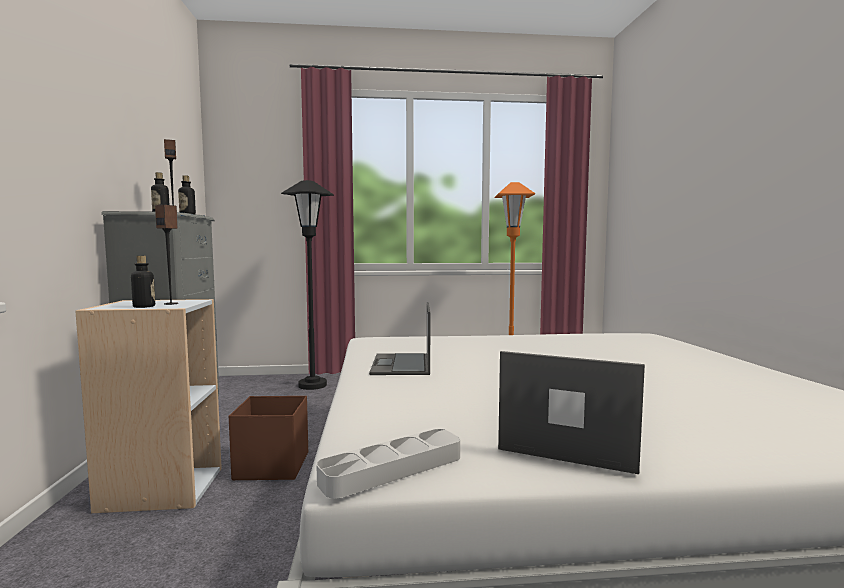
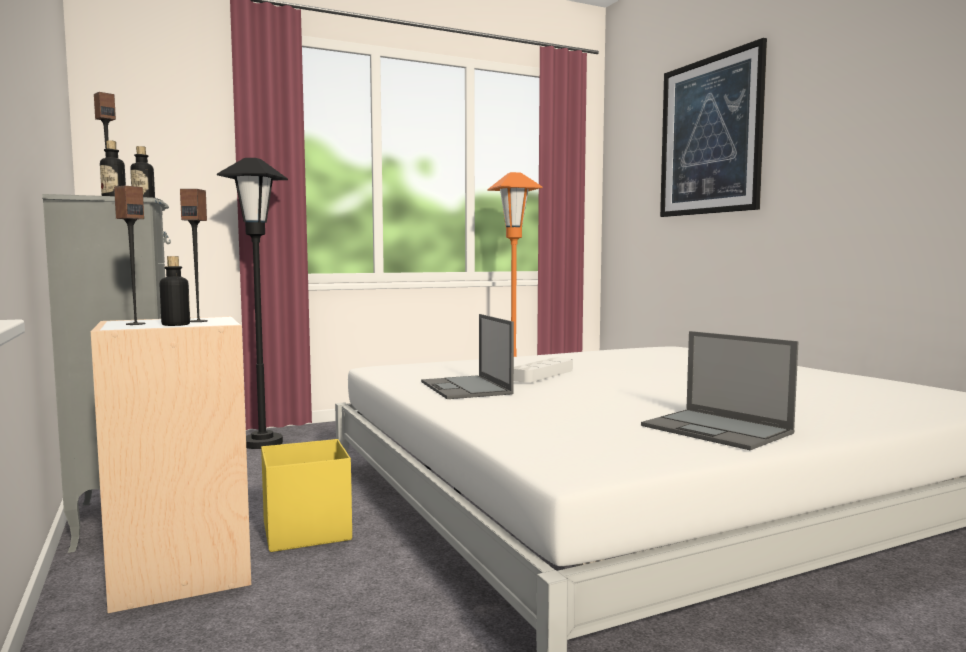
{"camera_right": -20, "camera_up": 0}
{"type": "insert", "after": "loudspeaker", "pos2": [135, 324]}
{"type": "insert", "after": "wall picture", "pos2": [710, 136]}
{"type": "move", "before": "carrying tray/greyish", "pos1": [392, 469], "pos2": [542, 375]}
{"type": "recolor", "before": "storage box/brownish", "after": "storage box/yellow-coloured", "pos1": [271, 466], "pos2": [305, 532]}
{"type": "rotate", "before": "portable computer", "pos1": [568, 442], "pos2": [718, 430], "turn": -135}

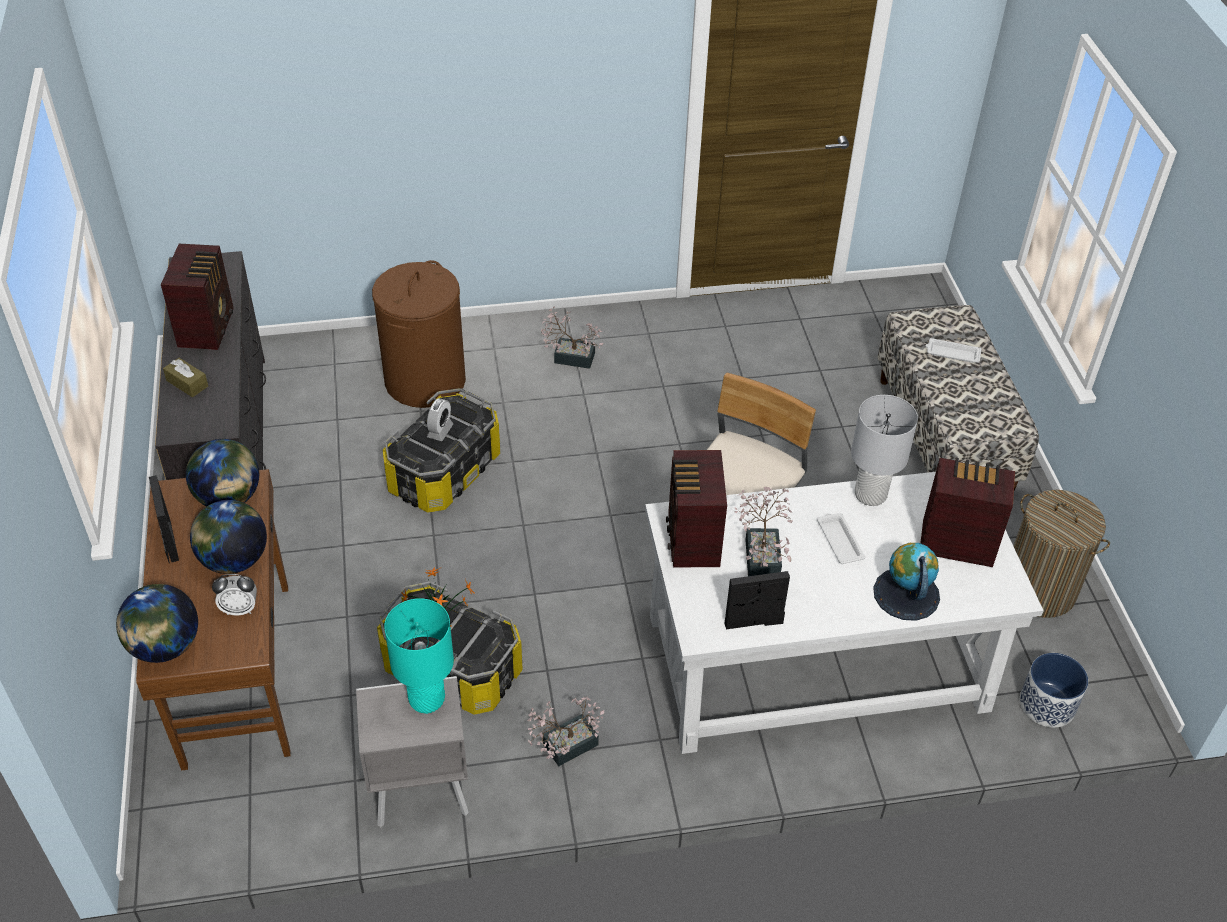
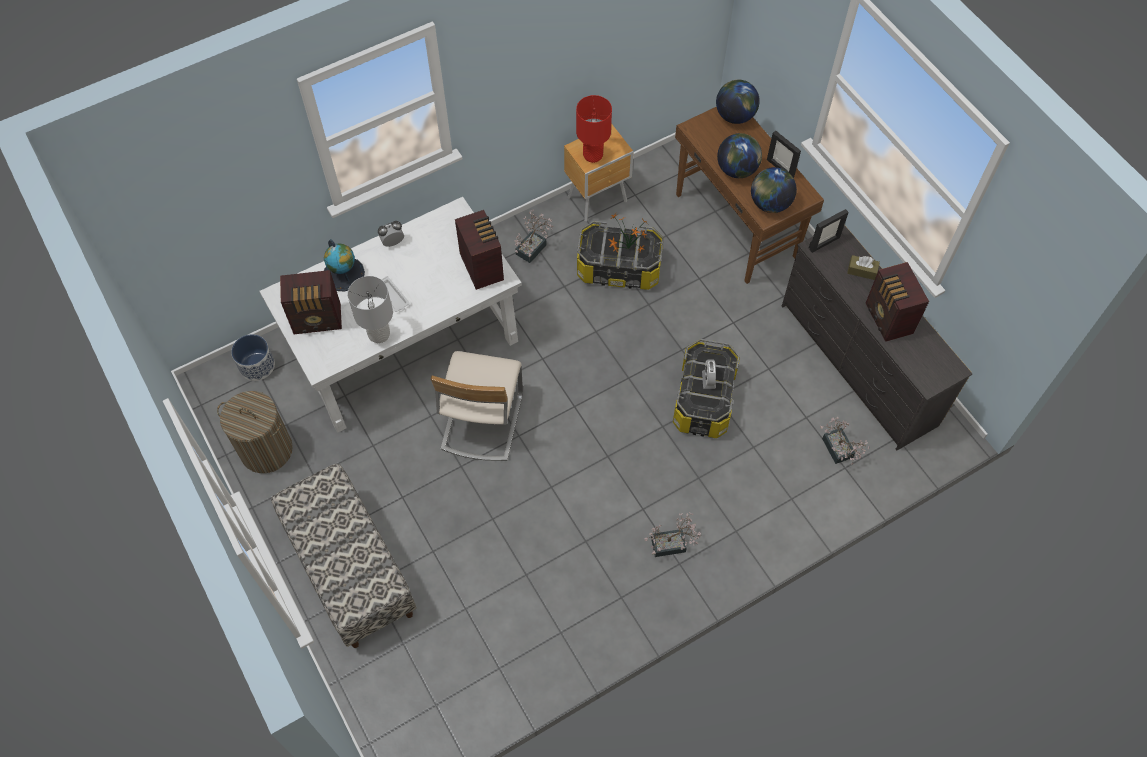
{"camera_right": 160, "camera_up": 15}
{"type": "delete", "before": "hamper/brownish", "pos1": [425, 380]}
{"type": "delete", "before": "carrying tray/whitish", "pos1": [952, 353]}
{"type": "move", "before": "bedside clock", "pos1": [239, 609], "pos2": [393, 242]}
{"type": "move", "before": "picture frame", "pos1": [753, 623], "pos2": [824, 243]}
{"type": "move", "before": "plant in a pot", "pos1": [762, 553], "pos2": [839, 451]}
{"type": "recolor", "before": "night table/greyish", "after": "night table/brownish", "pos1": [418, 792], "pos2": [598, 200]}
{"type": "recolor", "before": "lamp for a table/blue-green", "after": "lamp for a table/red-coloured", "pos1": [427, 701], "pos2": [593, 157]}

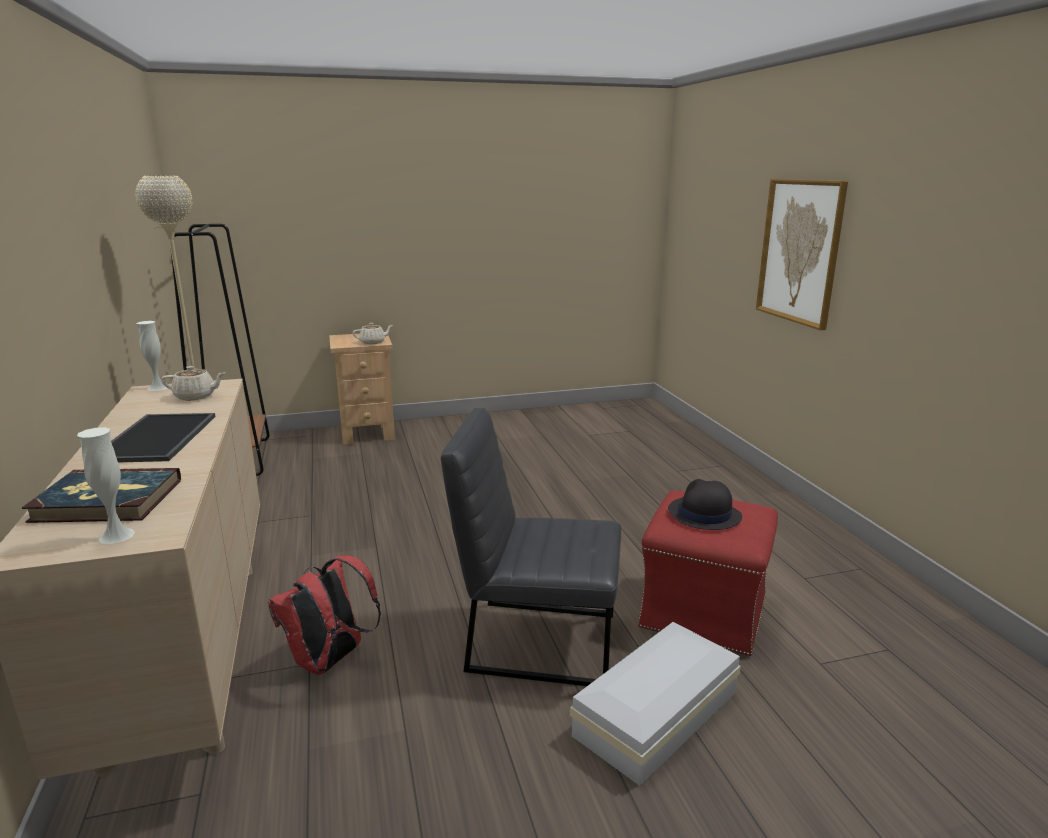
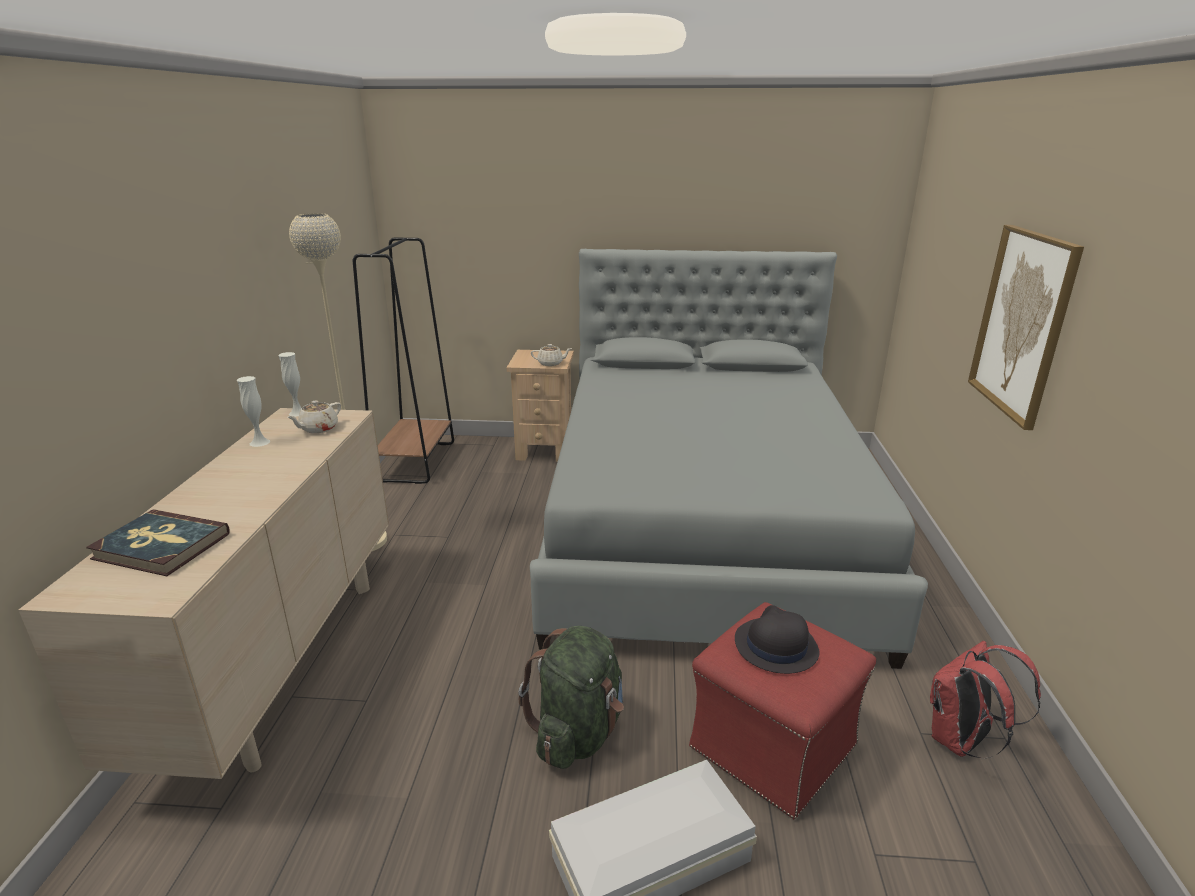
{"camera_right": 20, "camera_up": 5}
{"type": "delete", "before": "carrying tray", "pos1": [158, 438]}
{"type": "insert", "after": "bed/greyish", "pos2": [703, 525]}
{"type": "move", "before": "decorative vase/whitish", "pos1": [116, 535], "pos2": [259, 442]}
{"type": "move", "before": "knapsack/red-coloured", "pos1": [330, 661], "pos2": [961, 741]}
{"type": "replace", "before": "plain chair/greyish", "after": "knapsack/greenish", "pos1": [537, 640], "pos2": [578, 733]}
{"type": "rotate", "before": "pot for tea/beige", "pos1": [196, 396], "pos2": [318, 429], "turn": 105}

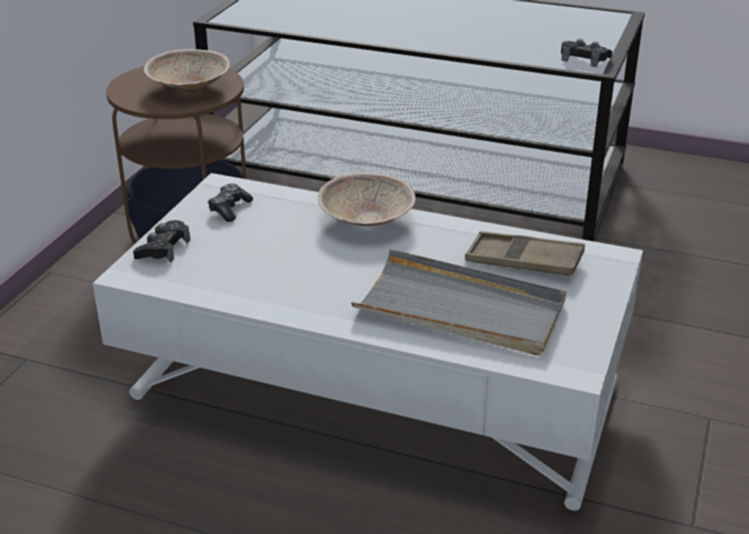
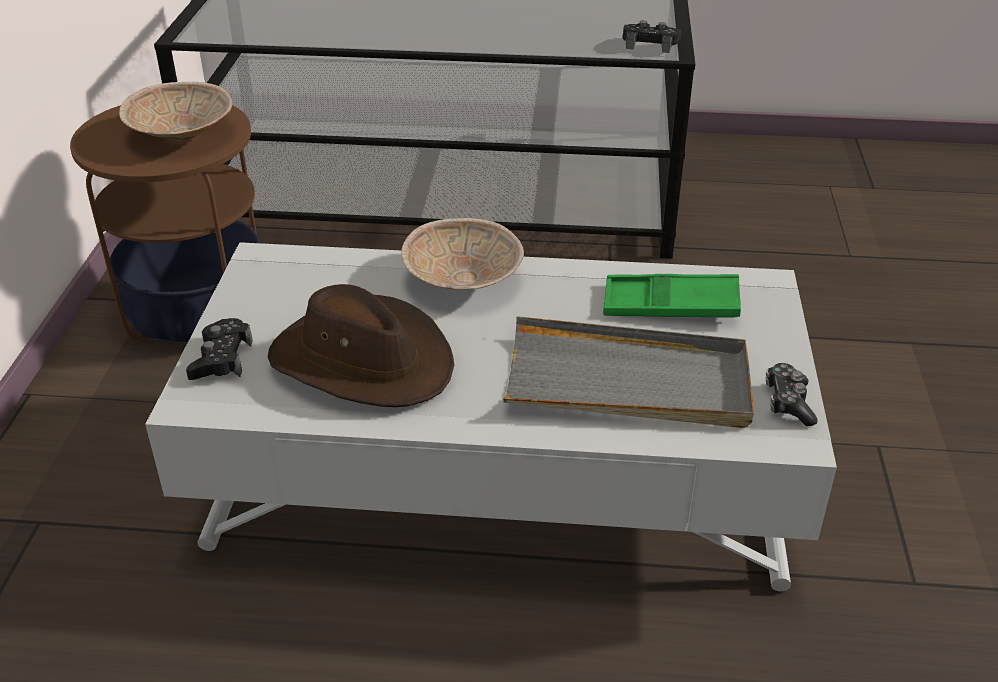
{"camera_right": -15, "camera_up": 5}
{"type": "insert", "after": "hat/brownish", "pos2": [363, 360]}
{"type": "move", "before": "game controller", "pos1": [229, 209], "pos2": [788, 402]}
{"type": "recolor", "before": "carrying tray/brownish", "after": "carrying tray/greenish", "pos1": [524, 261], "pos2": [670, 305]}

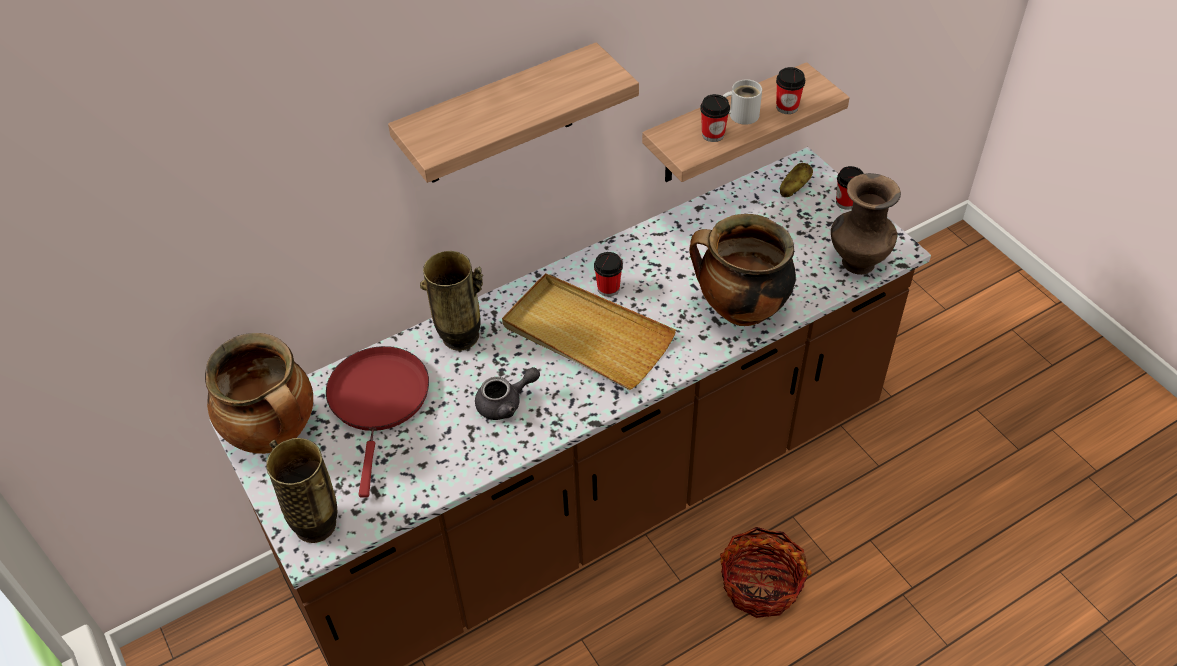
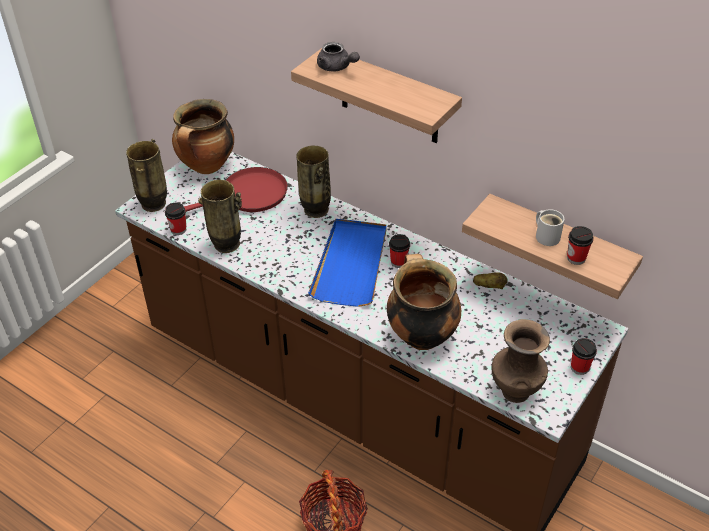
{"camera_right": 65, "camera_up": -5}
{"type": "insert", "after": "decorative vase", "pos2": [226, 245]}
{"type": "move", "before": "pot for tea/greyish", "pos1": [505, 403], "pos2": [336, 67]}
{"type": "move", "before": "small cup", "pos1": [713, 134], "pos2": [178, 229]}
{"type": "move", "before": "whole potato", "pos1": [793, 188], "pos2": [489, 286]}
{"type": "recolor", "before": "carrying tray/beige", "after": "carrying tray/bluish", "pos1": [586, 335], "pos2": [351, 264]}

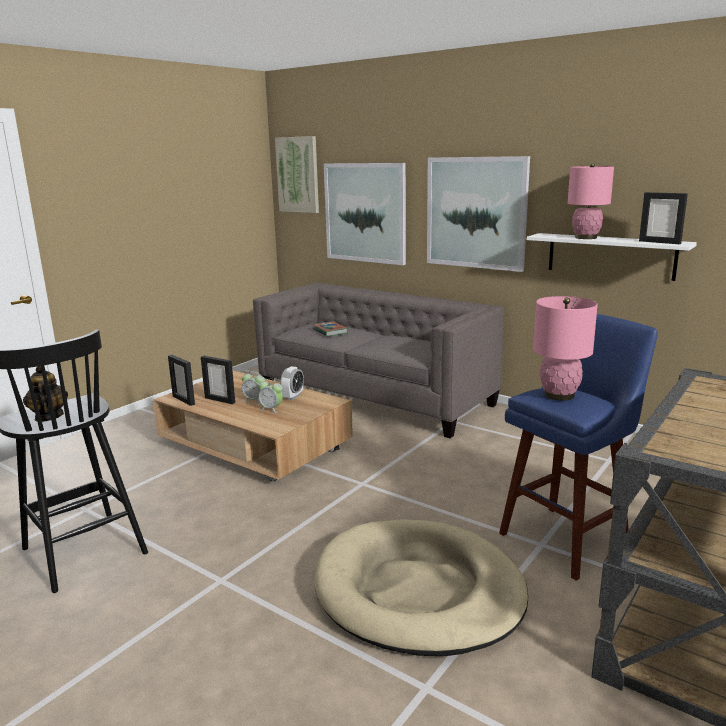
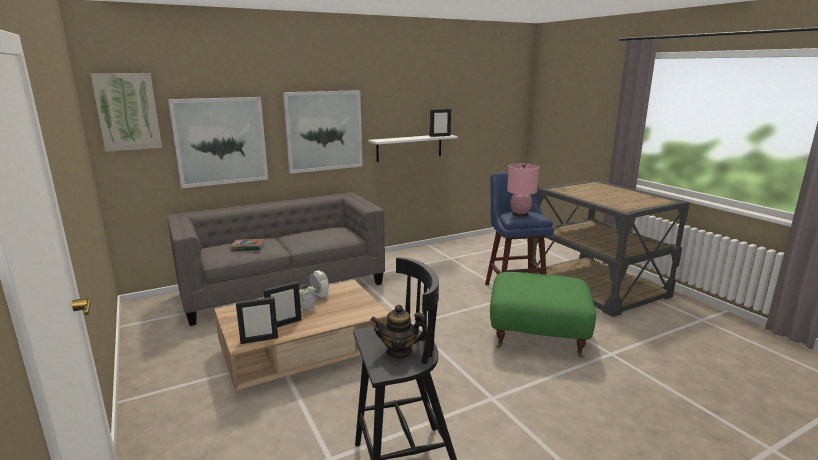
{"camera_right": -65, "camera_up": 0}
{"type": "delete", "before": "bedside clock", "pos1": [271, 409]}
{"type": "delete", "before": "lamp for a table/pink", "pos1": [586, 237]}
{"type": "replace", "before": "dog cushion/beige", "after": "pouffe/greenish", "pos1": [418, 591], "pos2": [538, 336]}

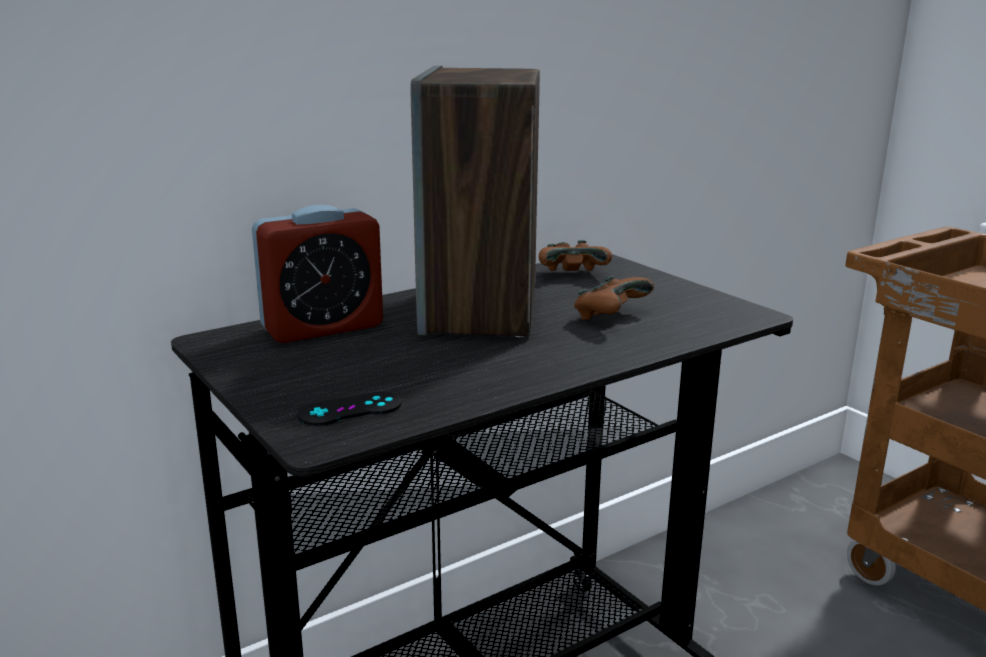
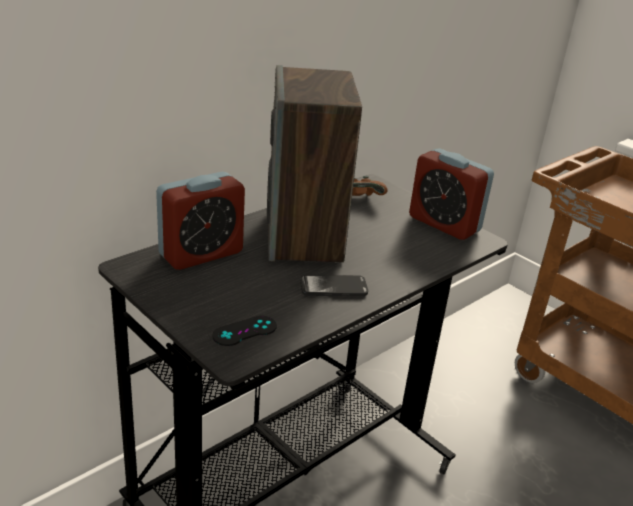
{"camera_right": -10, "camera_up": 10}
{"type": "delete", "before": "game controller/brownish", "pos1": [610, 317]}
{"type": "insert", "after": "telephone", "pos2": [333, 287]}
{"type": "insert", "after": "bedside clock", "pos2": [444, 224]}

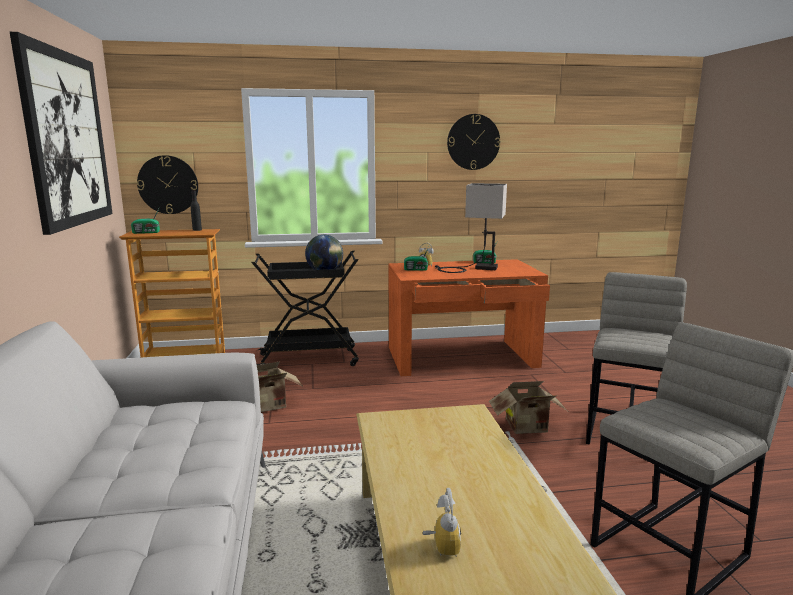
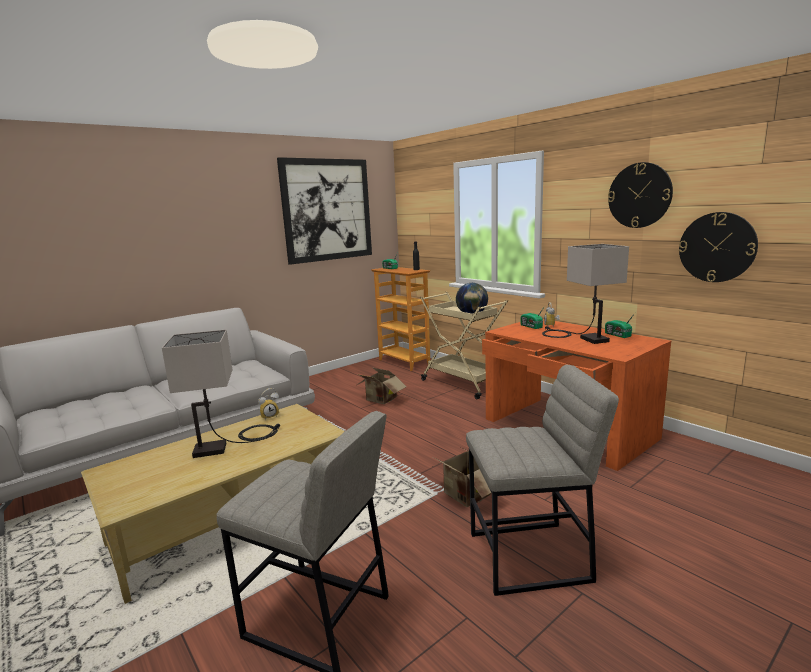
{"camera_right": 60, "camera_up": 0}
{"type": "insert", "after": "lamp for a table", "pos2": [232, 443]}
{"type": "move", "before": "hanging clock", "pos1": [168, 184], "pos2": [717, 247]}
{"type": "move", "before": "bedside clock", "pos1": [440, 547], "pos2": [270, 416]}
{"type": "recolor", "before": "wheeled cart/black-coloured", "after": "wheeled cart/beige", "pos1": [308, 360], "pos2": [462, 384]}

